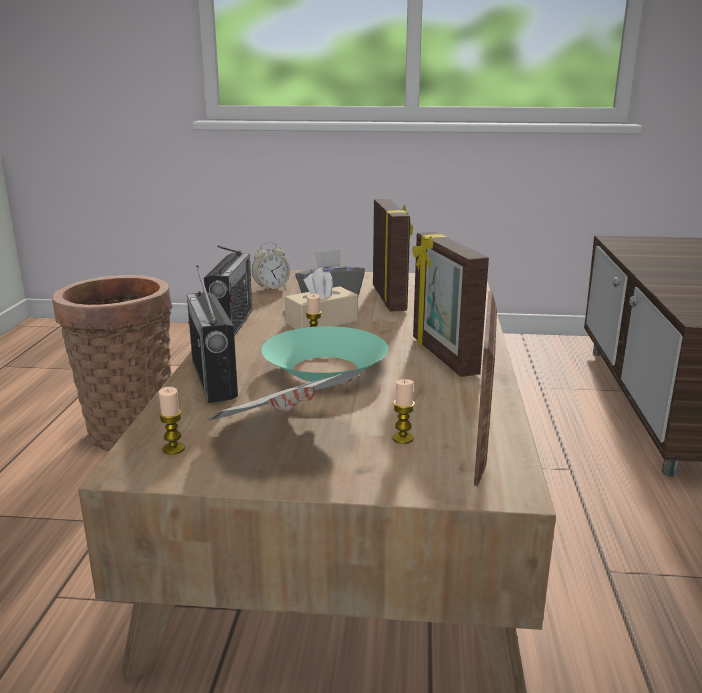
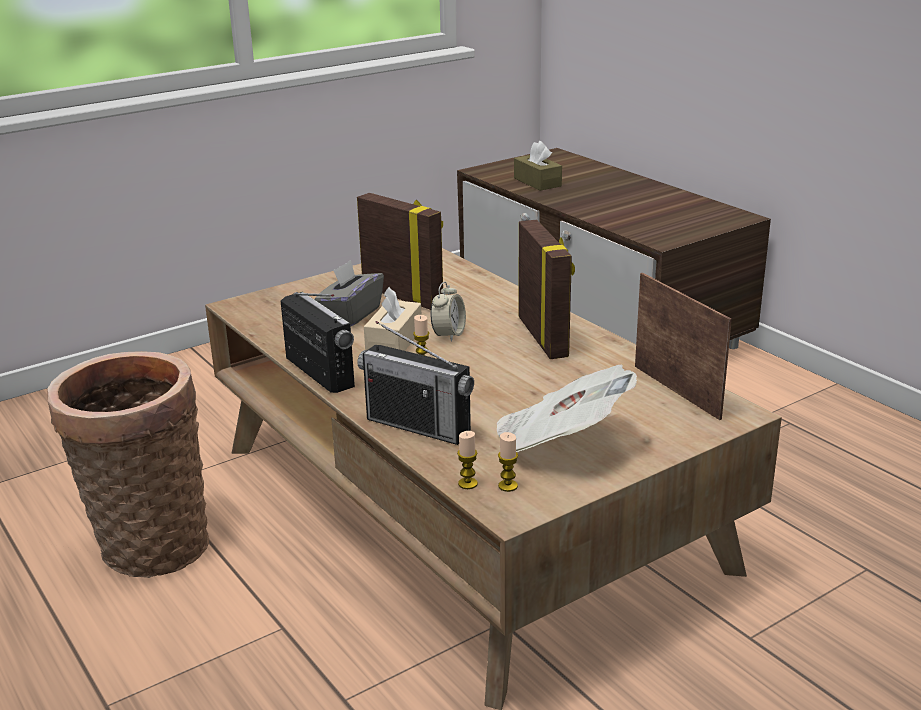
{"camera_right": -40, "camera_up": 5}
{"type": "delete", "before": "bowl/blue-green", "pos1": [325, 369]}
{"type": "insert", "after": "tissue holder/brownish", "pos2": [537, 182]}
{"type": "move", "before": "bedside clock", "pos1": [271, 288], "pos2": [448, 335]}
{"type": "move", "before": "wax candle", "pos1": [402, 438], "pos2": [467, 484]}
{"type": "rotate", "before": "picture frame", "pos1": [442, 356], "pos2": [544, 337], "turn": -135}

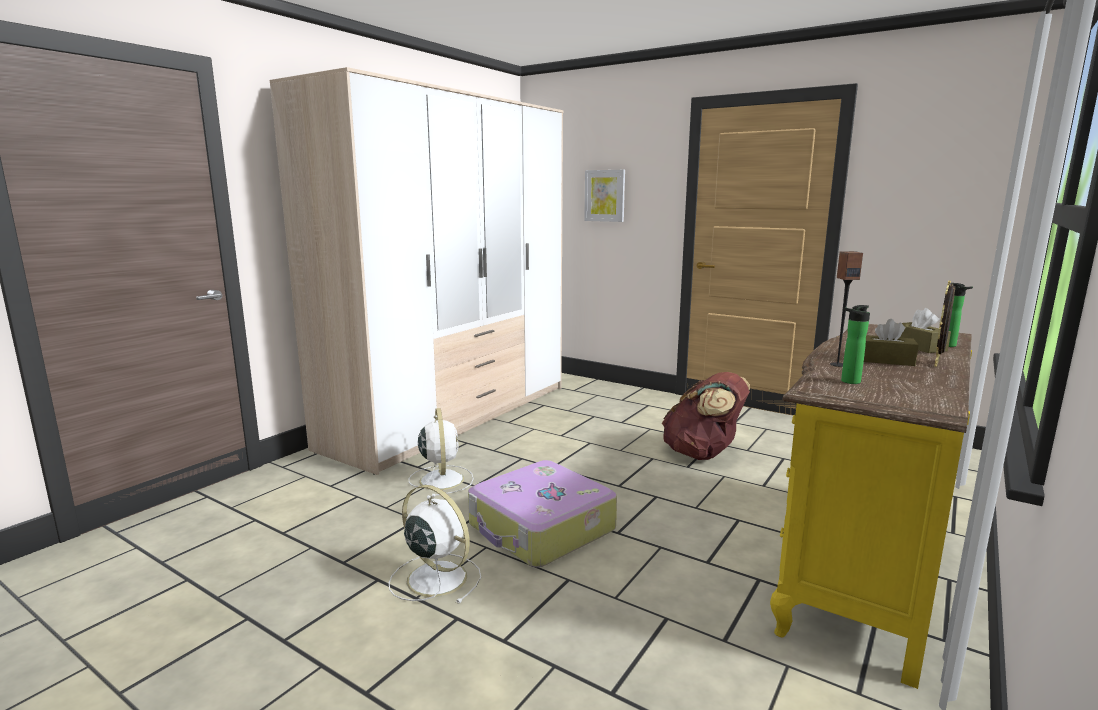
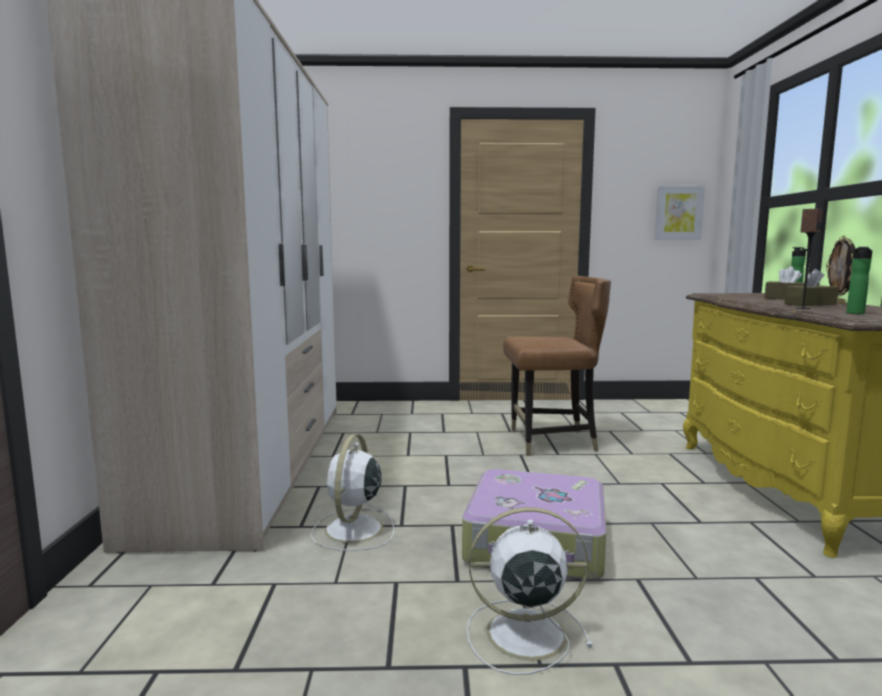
{"camera_right": -35, "camera_up": -5}
{"type": "move", "before": "wall picture", "pos1": [605, 195], "pos2": [678, 213]}
{"type": "replace", "before": "knapsack/brownish", "after": "plain chair/brownish", "pos1": [703, 454], "pos2": [552, 441]}
{"type": "rotate", "before": "cooling fan/whitish", "pos1": [441, 479], "pos2": [353, 530], "turn": -120}

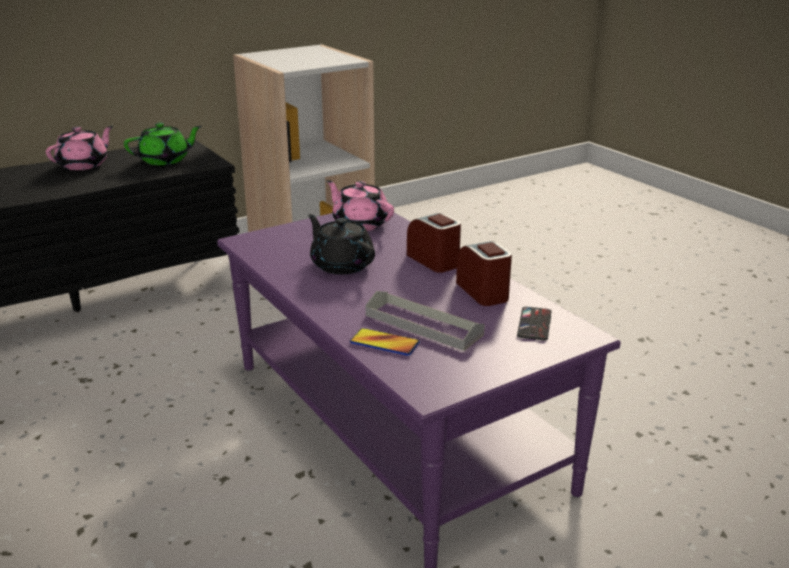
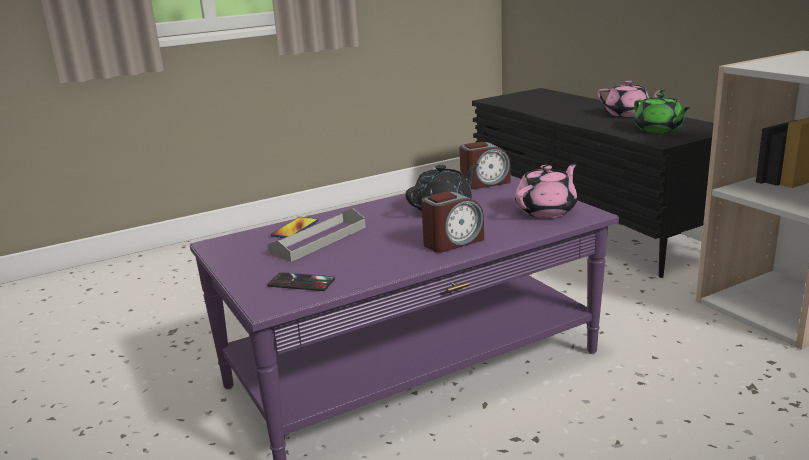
{"camera_right": 95, "camera_up": -5}
{"type": "move", "before": "bedside clock", "pos1": [483, 292], "pos2": [484, 183]}

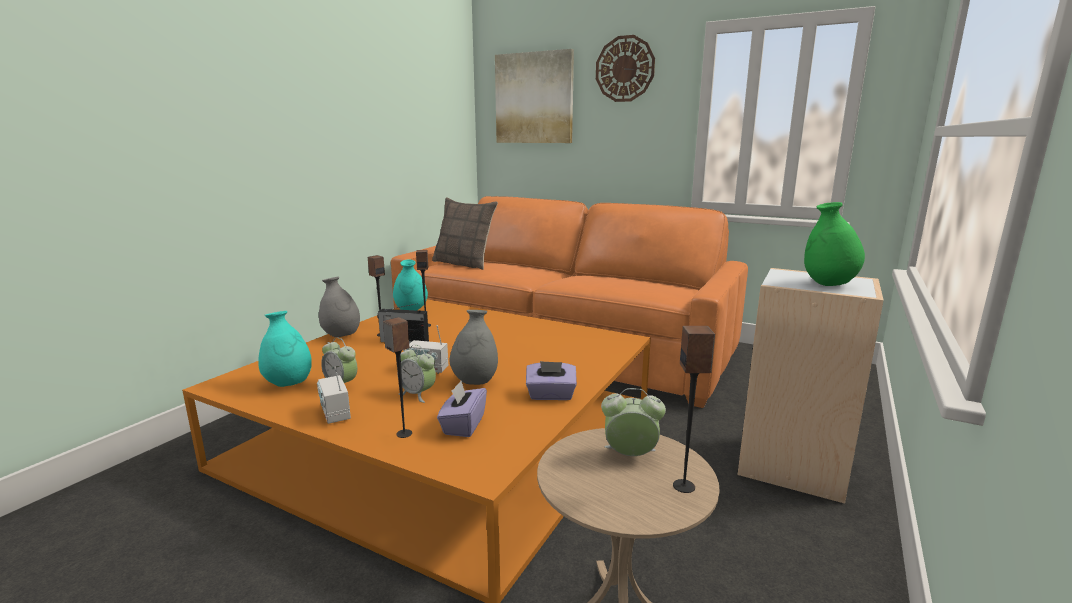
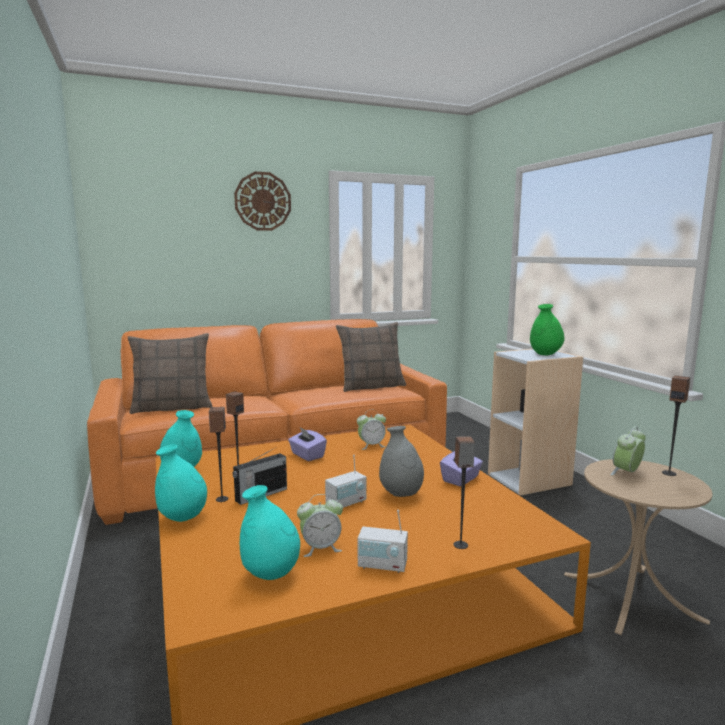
{"camera_right": -50, "camera_up": -5}
{"type": "delete", "before": "wall picture", "pos1": [534, 98]}
{"type": "insert", "after": "pillow", "pos2": [371, 386]}
{"type": "move", "before": "bedside clock", "pos1": [417, 394], "pos2": [371, 445]}
{"type": "move", "before": "tissue holder/purple-coloured", "pos1": [463, 425], "pos2": [307, 455]}
{"type": "recolor", "before": "decorative vase/greyish", "after": "decorative vase/blue-green", "pos1": [341, 336], "pos2": [183, 518]}

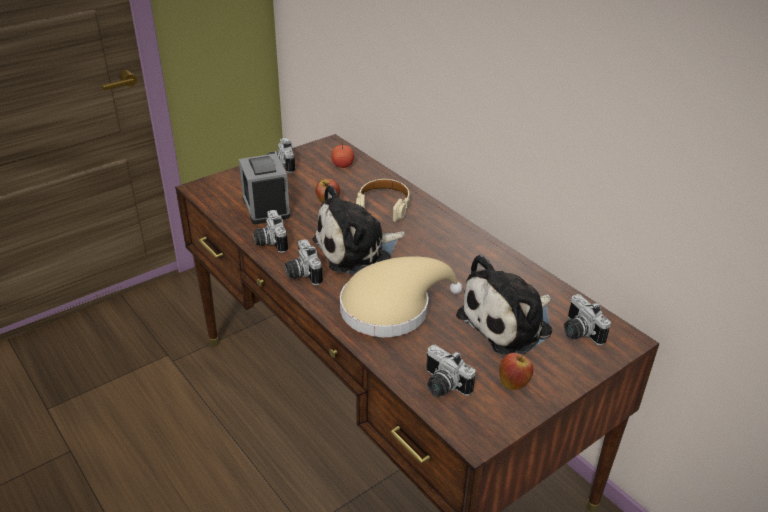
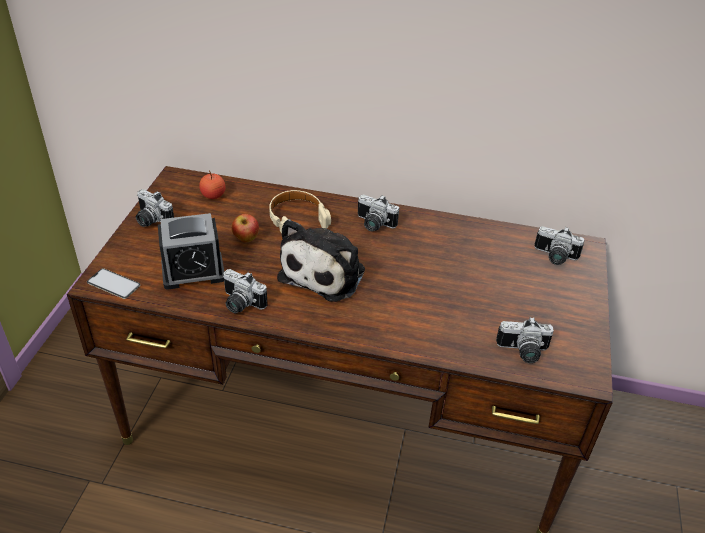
{"camera_right": -40, "camera_up": 5}
{"type": "delete", "before": "hat/beige", "pos1": [392, 308]}
{"type": "delete", "before": "soft toy", "pos1": [509, 323]}
{"type": "delete", "before": "apple", "pos1": [513, 383]}
{"type": "insert", "after": "telephone", "pos2": [113, 284]}
{"type": "move", "before": "photo camera", "pos1": [301, 273], "pos2": [373, 224]}
{"type": "rotate", "before": "bedside clock", "pos1": [266, 207], "pos2": [193, 271], "turn": -45}

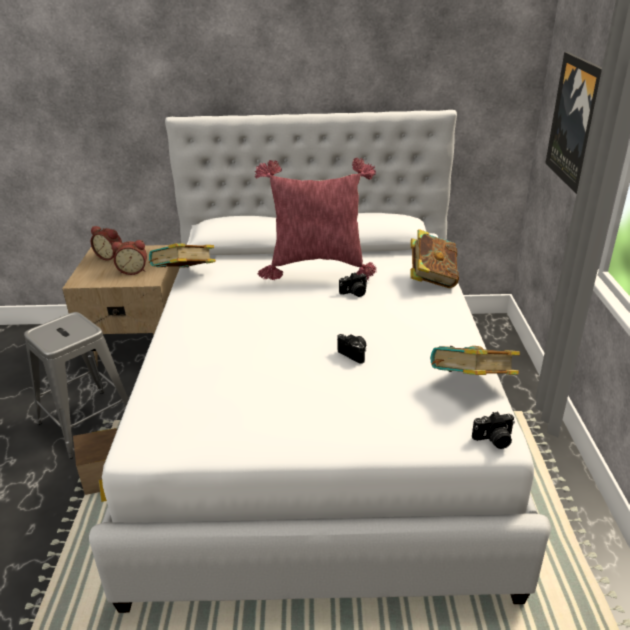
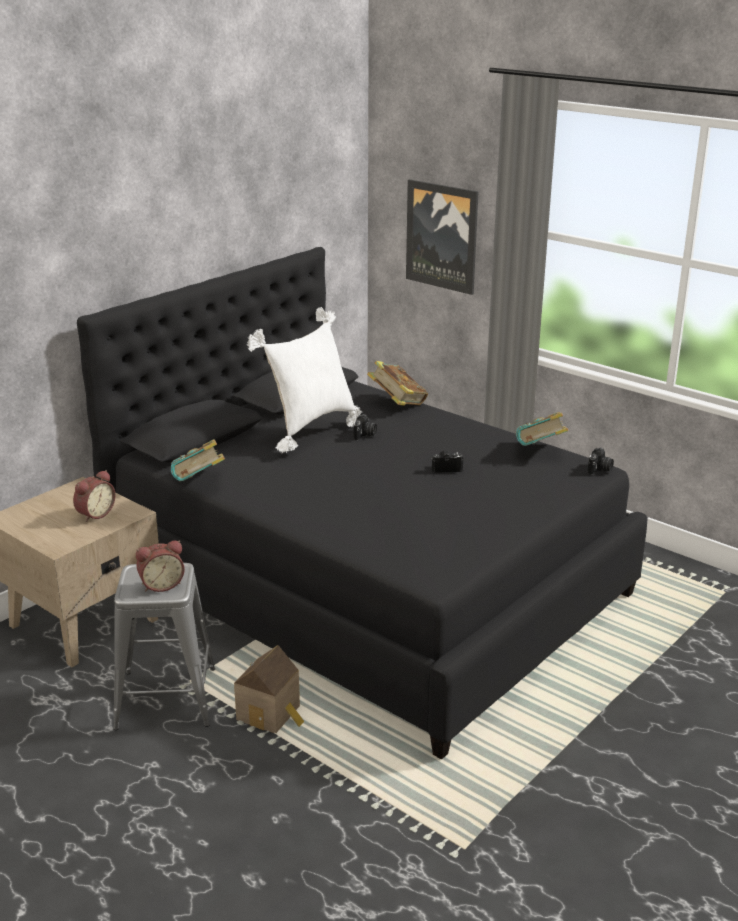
{"camera_right": -50, "camera_up": -5}
{"type": "move", "before": "bedside clock", "pos1": [110, 256], "pos2": [161, 584]}
{"type": "recolor", "before": "bed/whitish", "after": "bed/black-coloured", "pos1": [318, 426], "pos2": [367, 584]}
{"type": "recolor", "before": "pillow/red-coloured", "after": "pillow/whitish", "pos1": [317, 274], "pos2": [307, 435]}

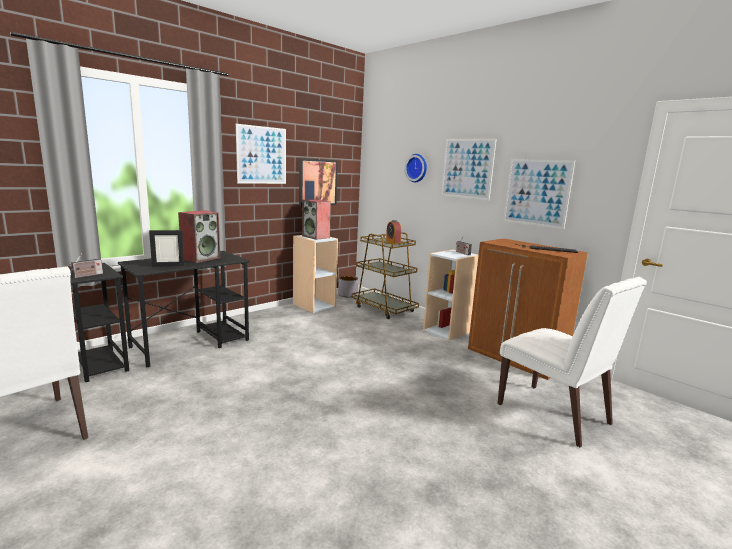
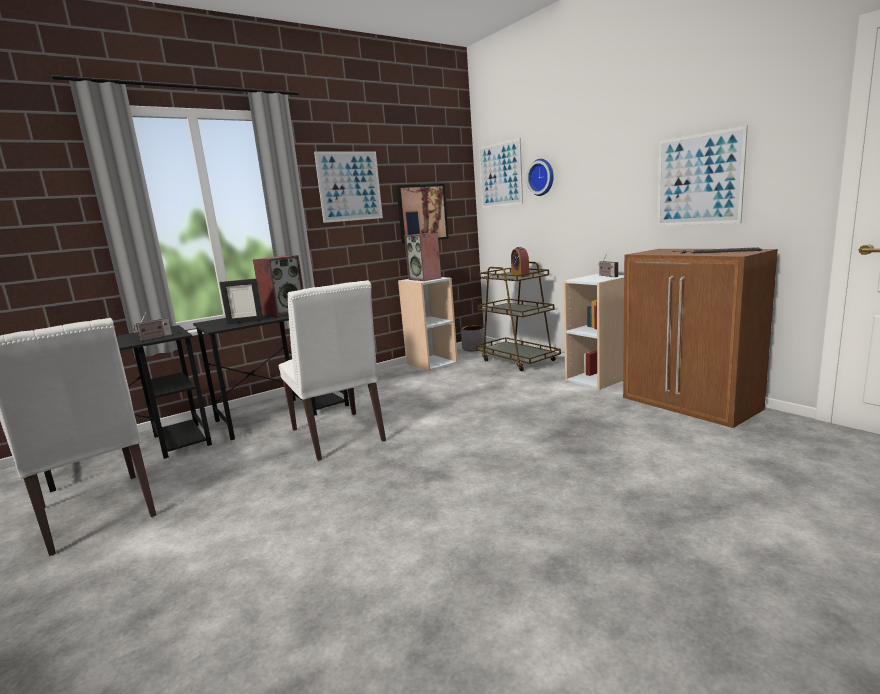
{"camera_right": 10, "camera_up": 0}
{"type": "move", "before": "wall picture", "pos1": [467, 168], "pos2": [500, 174]}
{"type": "move", "before": "plain chair/whitish", "pos1": [552, 413], "pos2": [337, 434]}

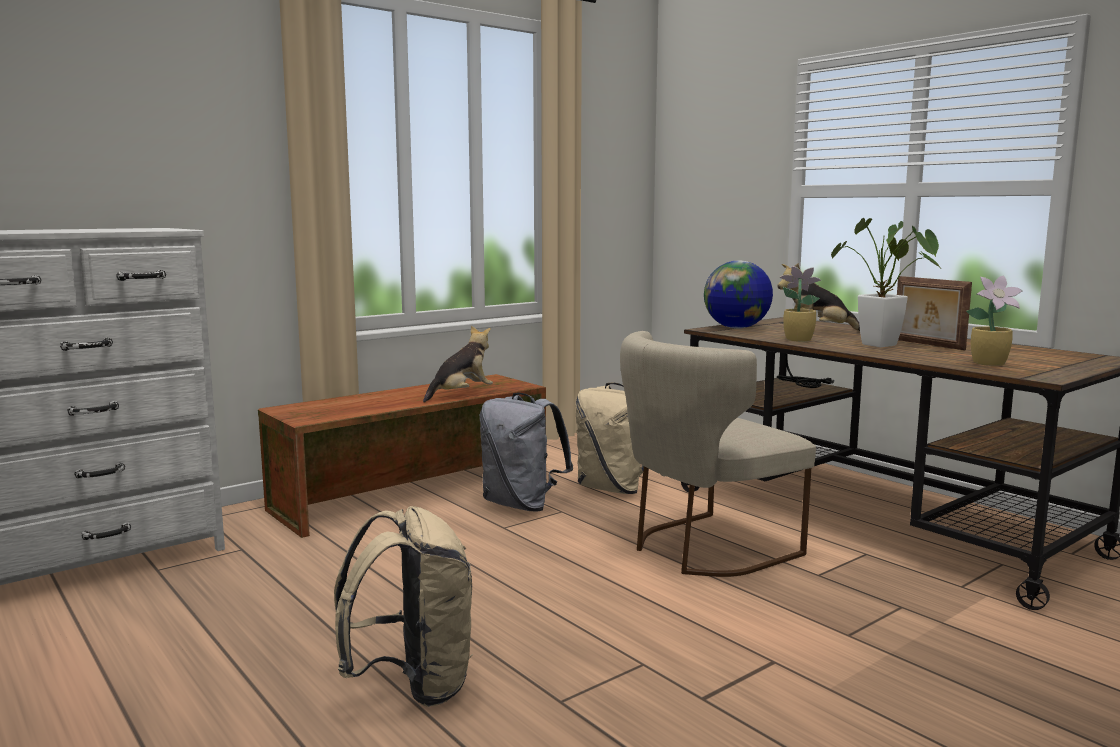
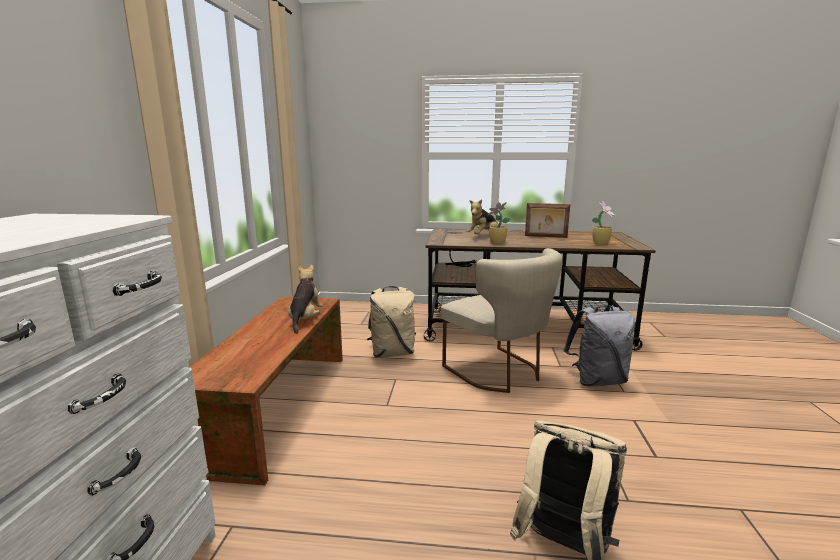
{"camera_right": -45, "camera_up": 5}
{"type": "delete", "before": "world globe", "pos1": [736, 328]}
{"type": "delete", "before": "plant in a pot", "pos1": [885, 346]}
{"type": "move", "before": "knapsack/greyish", "pos1": [522, 505], "pos2": [597, 380]}
{"type": "rotate", "before": "plain chair/beige", "pos1": [703, 549], "pos2": [499, 372], "turn": -45}

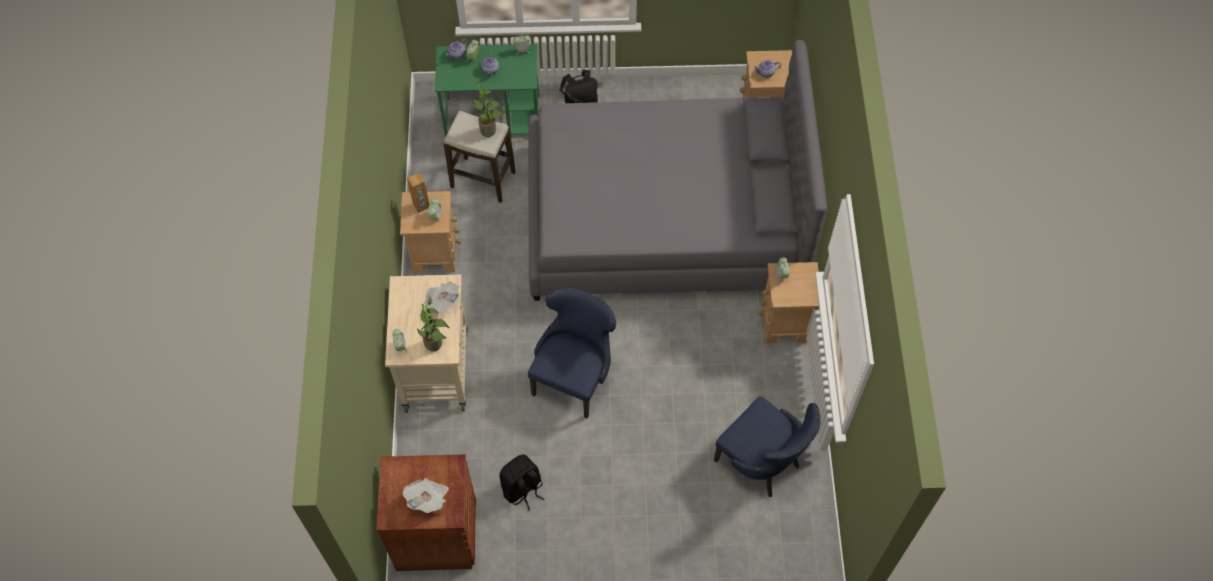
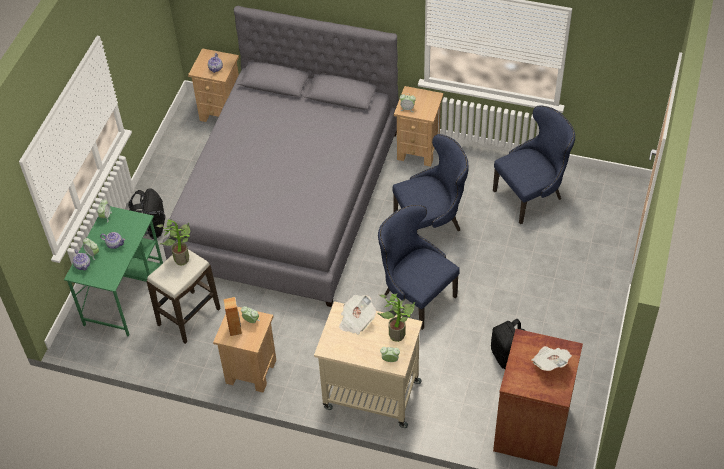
{"camera_right": -70, "camera_up": -10}
{"type": "insert", "after": "plain chair/bluish", "pos2": [430, 224]}

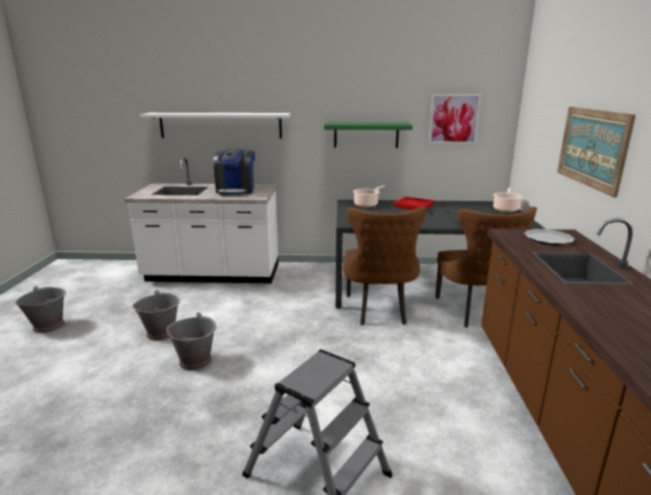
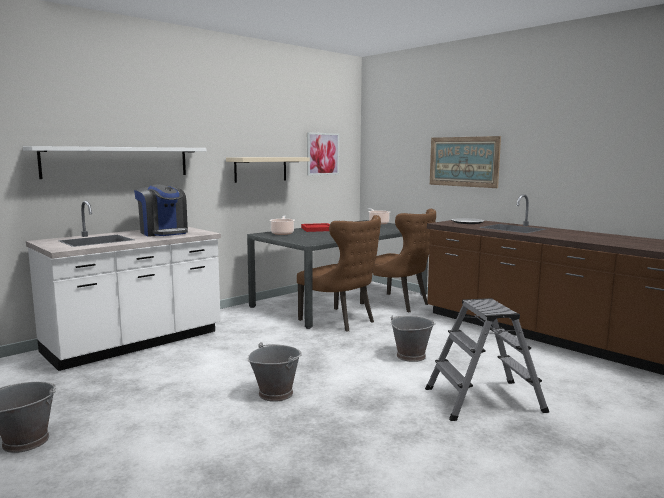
{"camera_right": -45, "camera_up": -10}
{"type": "move", "before": "pail/greyish", "pos1": [161, 333], "pos2": [410, 356]}
{"type": "recolor", "before": "bracket shelf/greenish", "after": "bracket shelf/beige", "pos1": [366, 135], "pos2": [260, 169]}

